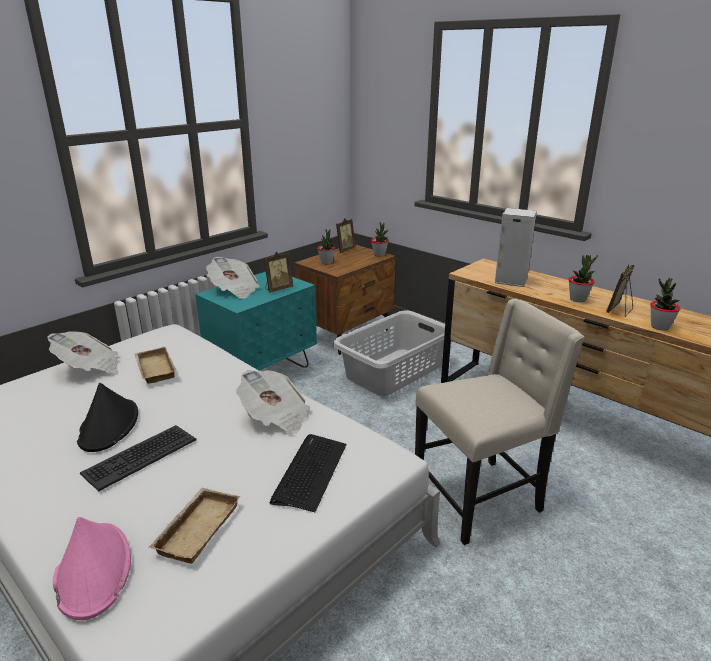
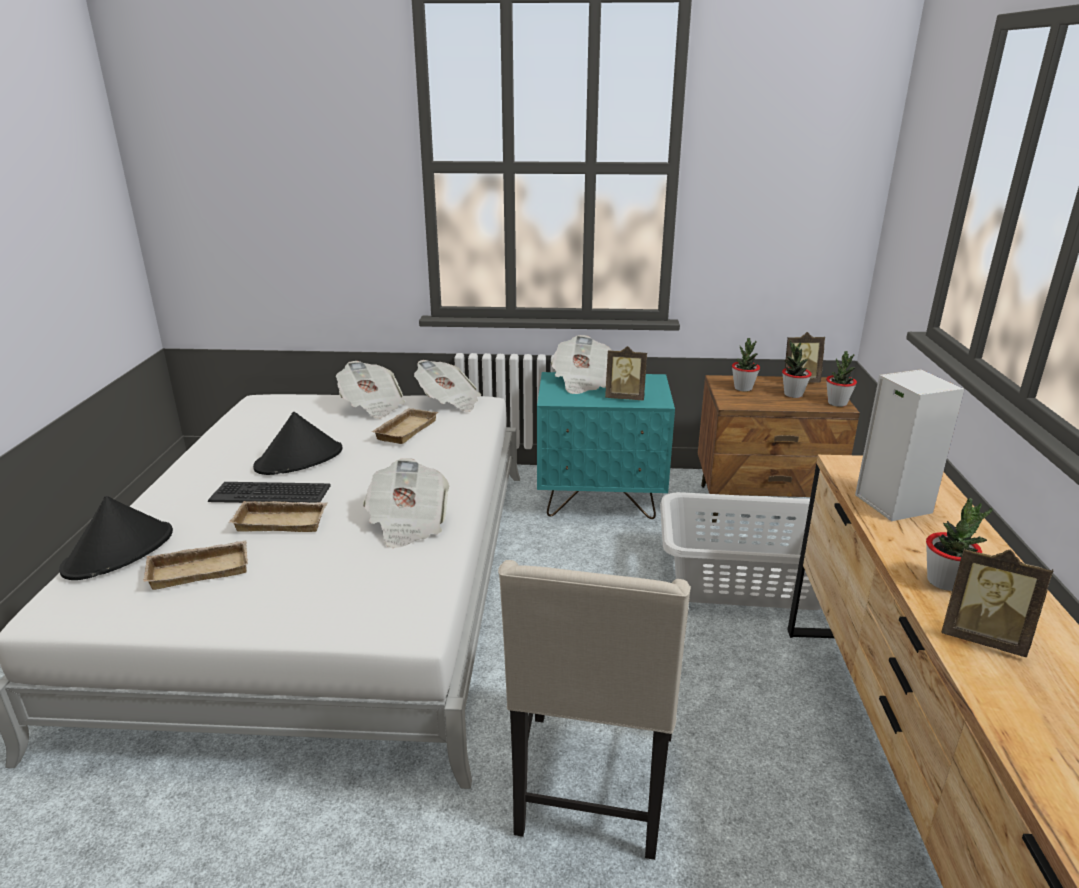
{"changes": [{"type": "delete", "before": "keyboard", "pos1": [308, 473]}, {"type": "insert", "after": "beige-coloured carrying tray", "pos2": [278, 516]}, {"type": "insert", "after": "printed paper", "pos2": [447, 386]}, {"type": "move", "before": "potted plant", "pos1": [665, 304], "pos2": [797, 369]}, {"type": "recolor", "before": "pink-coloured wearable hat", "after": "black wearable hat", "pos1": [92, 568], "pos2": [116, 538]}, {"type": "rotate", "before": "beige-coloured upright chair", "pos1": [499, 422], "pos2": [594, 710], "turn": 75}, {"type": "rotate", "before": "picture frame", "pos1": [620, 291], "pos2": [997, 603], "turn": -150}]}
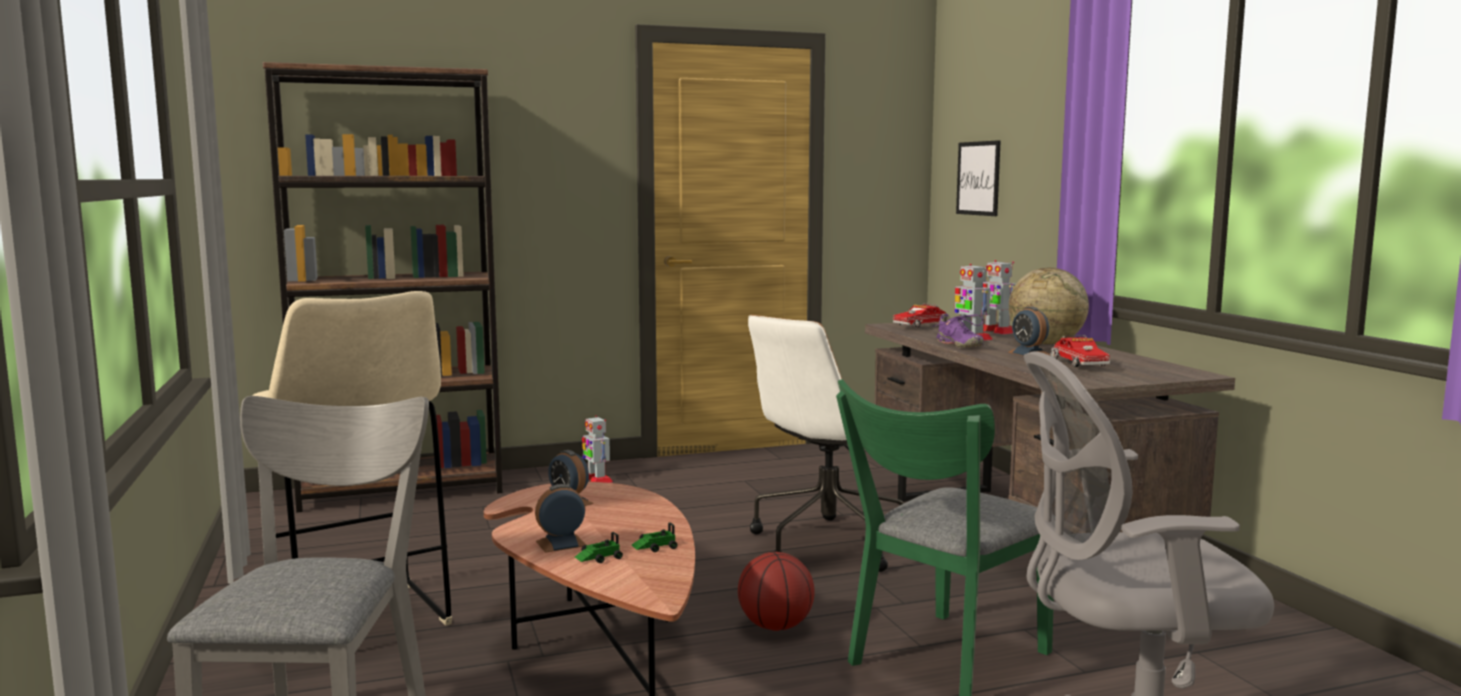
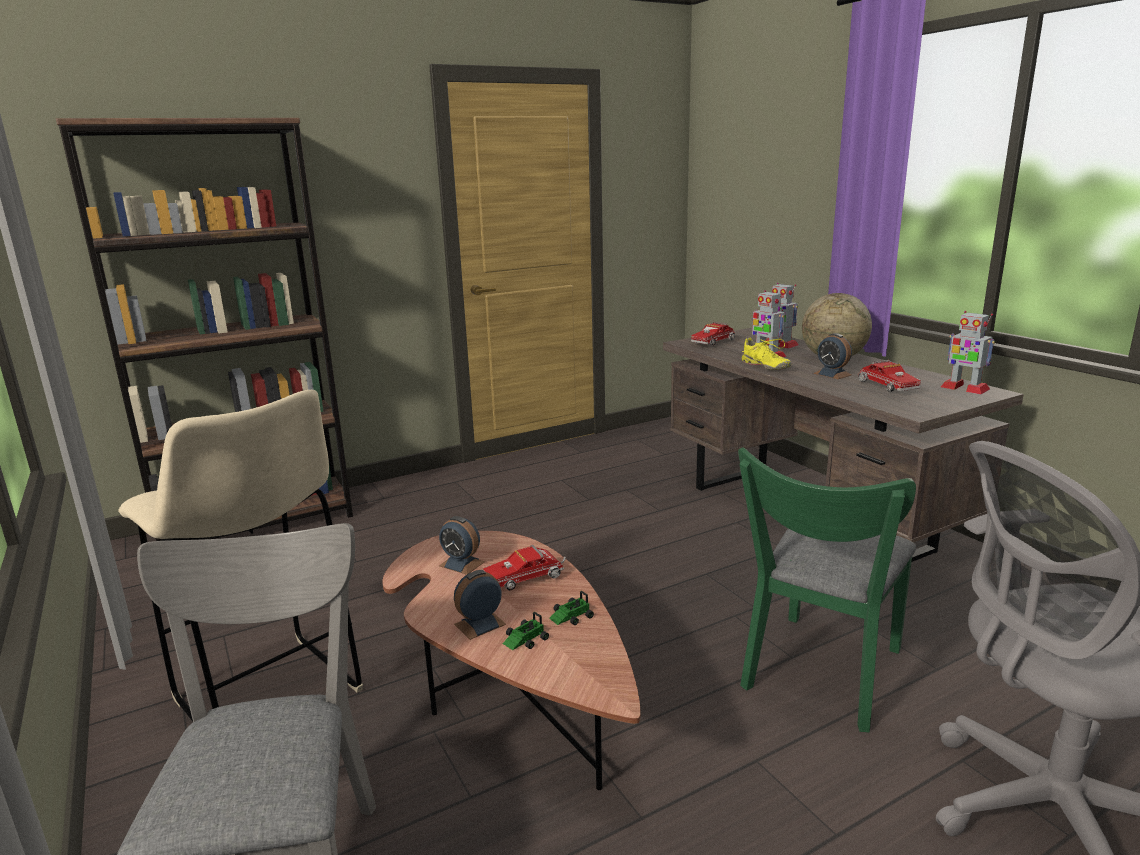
{"changes": [{"type": "delete", "before": "basketball", "pos1": [776, 591]}, {"type": "delete", "before": "white office chair", "pos1": [826, 443]}, {"type": "delete", "before": "wall picture", "pos1": [978, 178]}, {"type": "insert", "after": "toy lorry", "pos2": [524, 568]}, {"type": "move", "before": "model robot", "pos1": [597, 449], "pos2": [968, 352]}, {"type": "recolor", "before": "purple-coloured item of footwear", "after": "yellow-coloured item of footwear", "pos1": [958, 330], "pos2": [766, 354]}]}
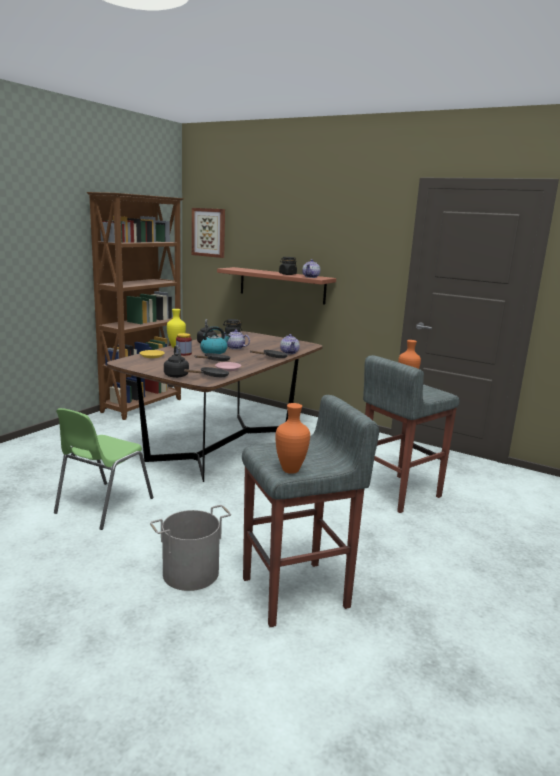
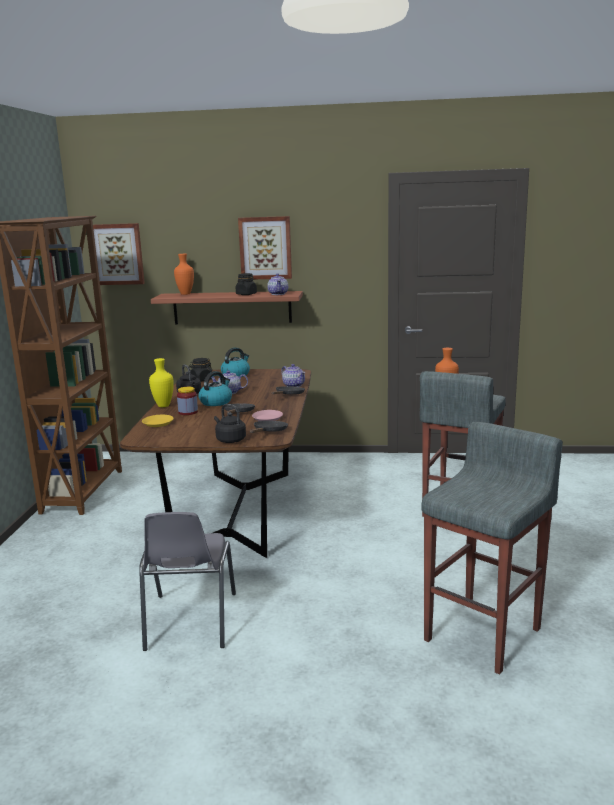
{"changes": [{"type": "delete", "before": "grey water bucket", "pos1": [190, 548]}, {"type": "insert", "after": "tea kettle", "pos2": [235, 362]}, {"type": "insert", "after": "wall picture", "pos2": [265, 247]}, {"type": "move", "before": "orangey decorative vase", "pos1": [293, 438], "pos2": [184, 274]}, {"type": "recolor", "before": "greenish upright chair", "after": "grey upright chair", "pos1": [103, 469], "pos2": [187, 581]}]}
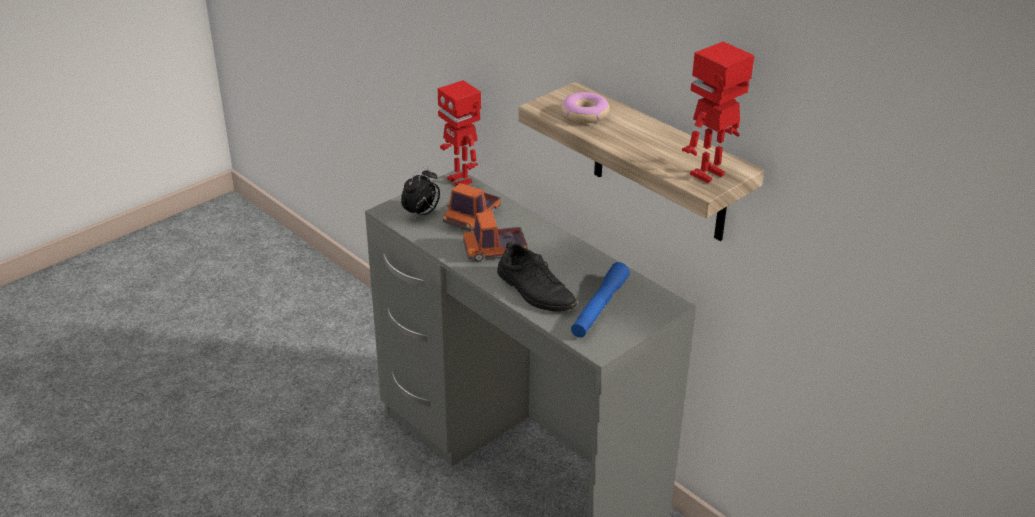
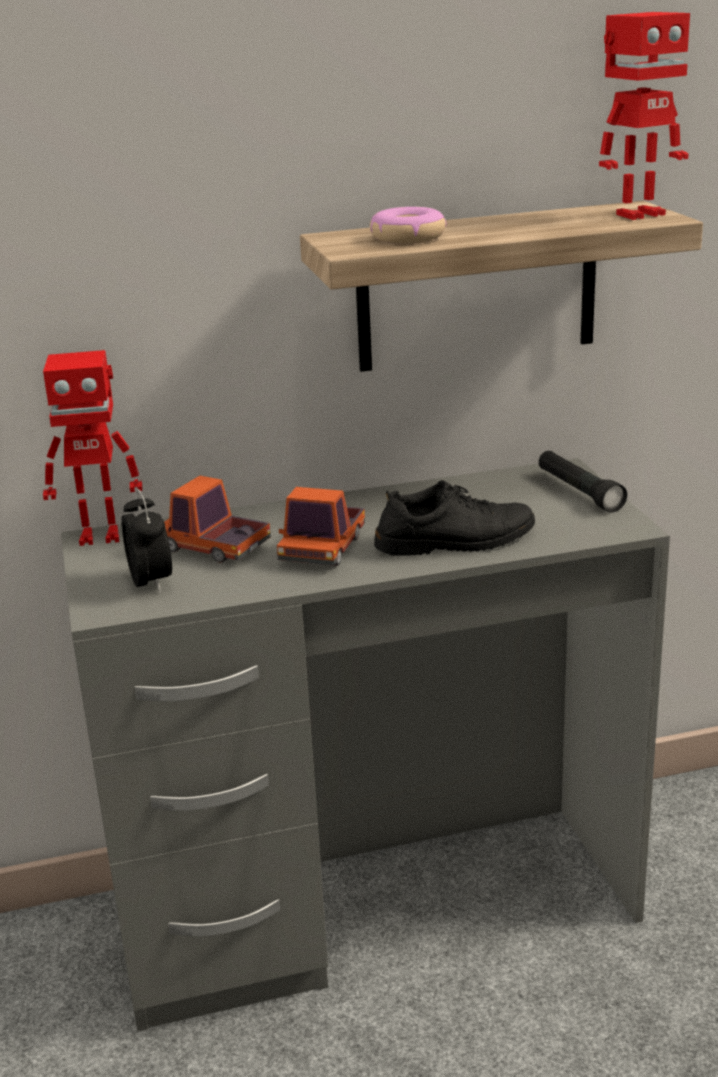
{"changes": [{"type": "delete", "before": "bluish flashlight", "pos1": [600, 300]}, {"type": "insert", "after": "black flashlight", "pos2": [583, 482]}, {"type": "rotate", "before": "toy lorry", "pos1": [472, 207], "pos2": [217, 519], "turn": 150}, {"type": "rotate", "before": "model robot", "pos1": [718, 112], "pos2": [644, 116], "turn": -105}]}
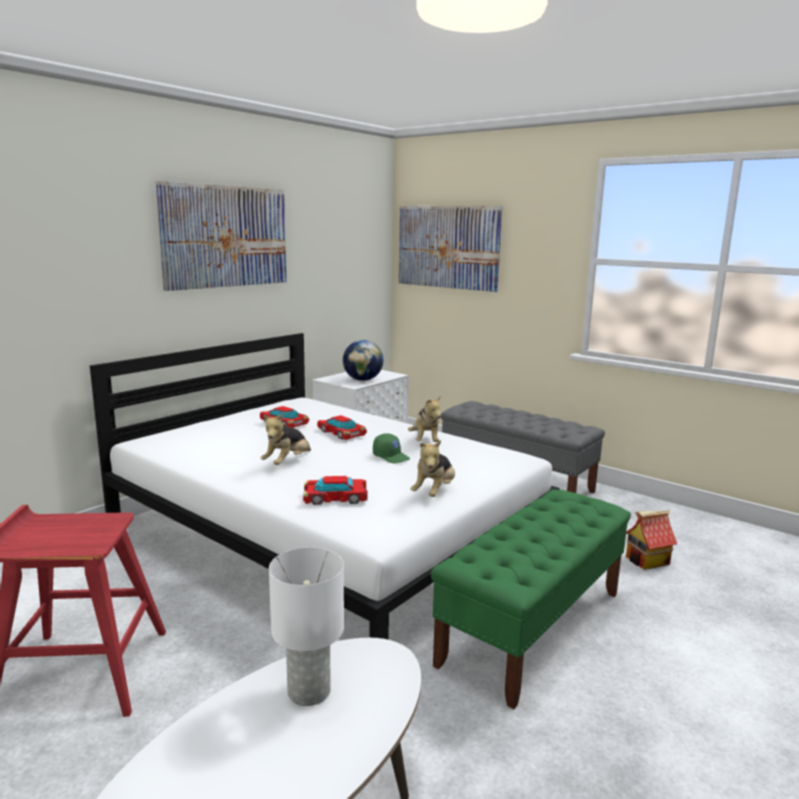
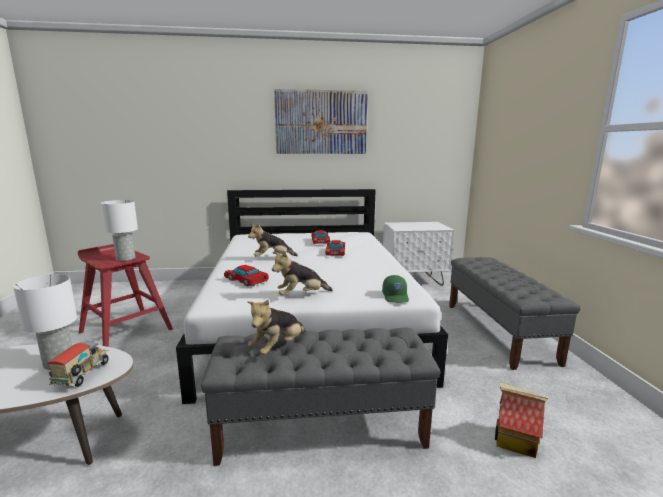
{"changes": [{"type": "delete", "before": "world globe", "pos1": [363, 360]}, {"type": "delete", "before": "wall picture", "pos1": [450, 249]}, {"type": "insert", "after": "toy lorry", "pos2": [78, 364]}, {"type": "insert", "after": "white lamp for a table", "pos2": [119, 230]}, {"type": "move", "before": "greenish baseball cap", "pos1": [391, 448], "pos2": [395, 289]}, {"type": "move", "before": "plush toy", "pos1": [424, 418], "pos2": [277, 327]}, {"type": "recolor", "before": "greenish long seat", "after": "grey long seat", "pos1": [531, 599], "pos2": [321, 397]}]}
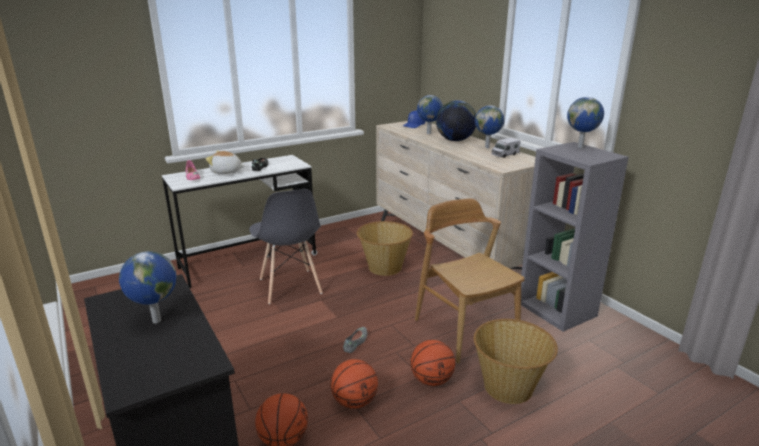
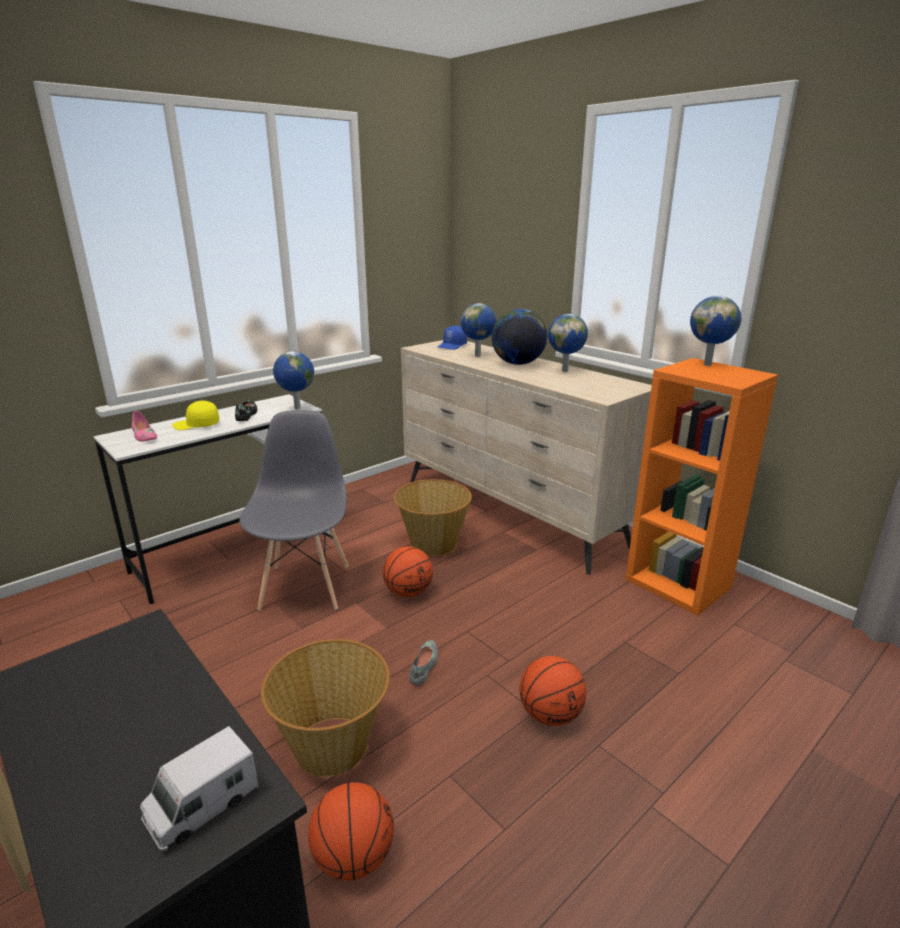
{"changes": [{"type": "delete", "before": "brown-coloured upright chair", "pos1": [469, 281]}, {"type": "move", "before": "world globe", "pos1": [148, 287], "pos2": [293, 380]}, {"type": "move", "before": "basketball", "pos1": [354, 384], "pos2": [408, 571]}, {"type": "move", "before": "basket", "pos1": [516, 361], "pos2": [325, 708]}, {"type": "move", "before": "toy lorry", "pos1": [505, 148], "pos2": [199, 788]}, {"type": "replace", "before": "plush toy", "after": "yellow-coloured baseball cap", "pos1": [225, 162], "pos2": [195, 415]}, {"type": "recolor", "before": "grey bookshelf", "after": "orangey bookshelf", "pos1": [575, 237], "pos2": [702, 486]}, {"type": "rotate", "before": "grey upright chair", "pos1": [286, 246], "pos2": [294, 510], "turn": -150}]}
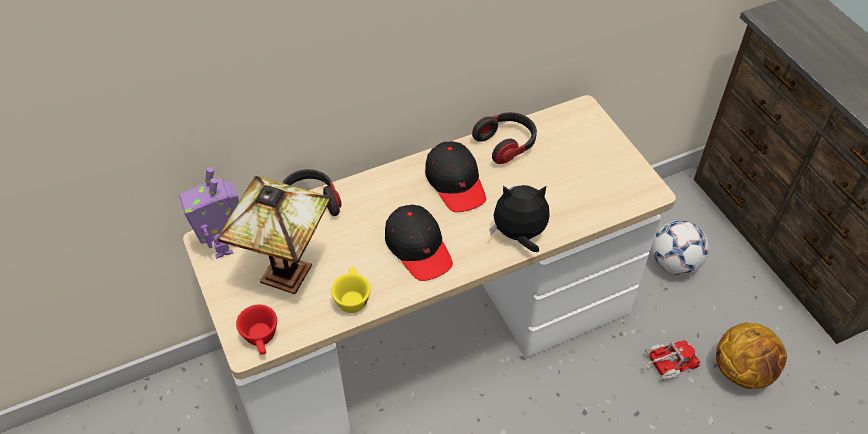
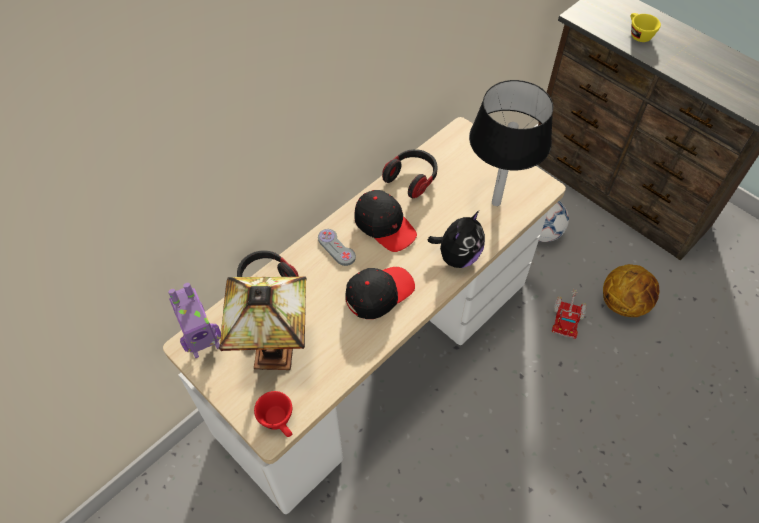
{"changes": [{"type": "insert", "after": "grey game controller", "pos2": [337, 247]}, {"type": "insert", "after": "black lamp for a table", "pos2": [511, 143]}, {"type": "move", "before": "yellow-coloured drinking cup", "pos1": [351, 290], "pos2": [646, 27]}, {"type": "rotate", "before": "model robot", "pos1": [209, 213], "pos2": [194, 320], "turn": -75}, {"type": "rotate", "before": "black baseball cap", "pos1": [419, 243], "pos2": [380, 293], "turn": -75}, {"type": "rotate", "before": "plush toy", "pos1": [520, 218], "pos2": [456, 239], "turn": 150}, {"type": "rotate", "before": "toy lorry", "pos1": [672, 360], "pos2": [569, 313], "turn": 150}]}
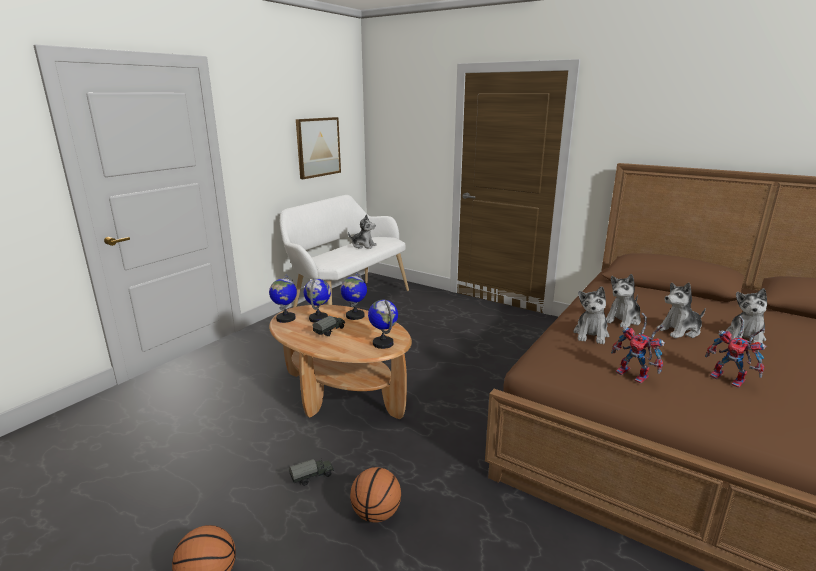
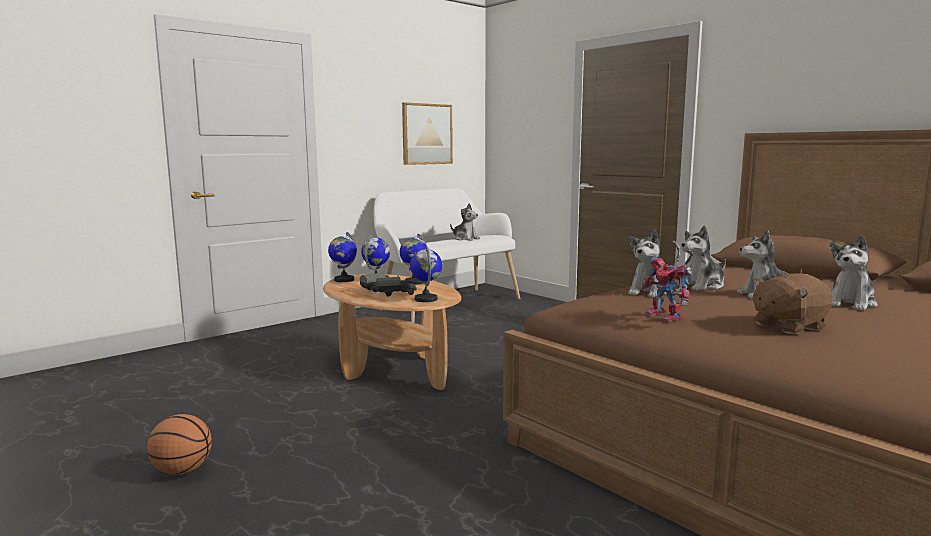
{"changes": [{"type": "delete", "before": "basketball", "pos1": [375, 495]}, {"type": "move", "before": "toy lorry", "pos1": [311, 472], "pos2": [397, 287]}, {"type": "replace", "before": "model robot", "after": "brown-coloured plush toy", "pos1": [736, 352], "pos2": [793, 304]}]}
